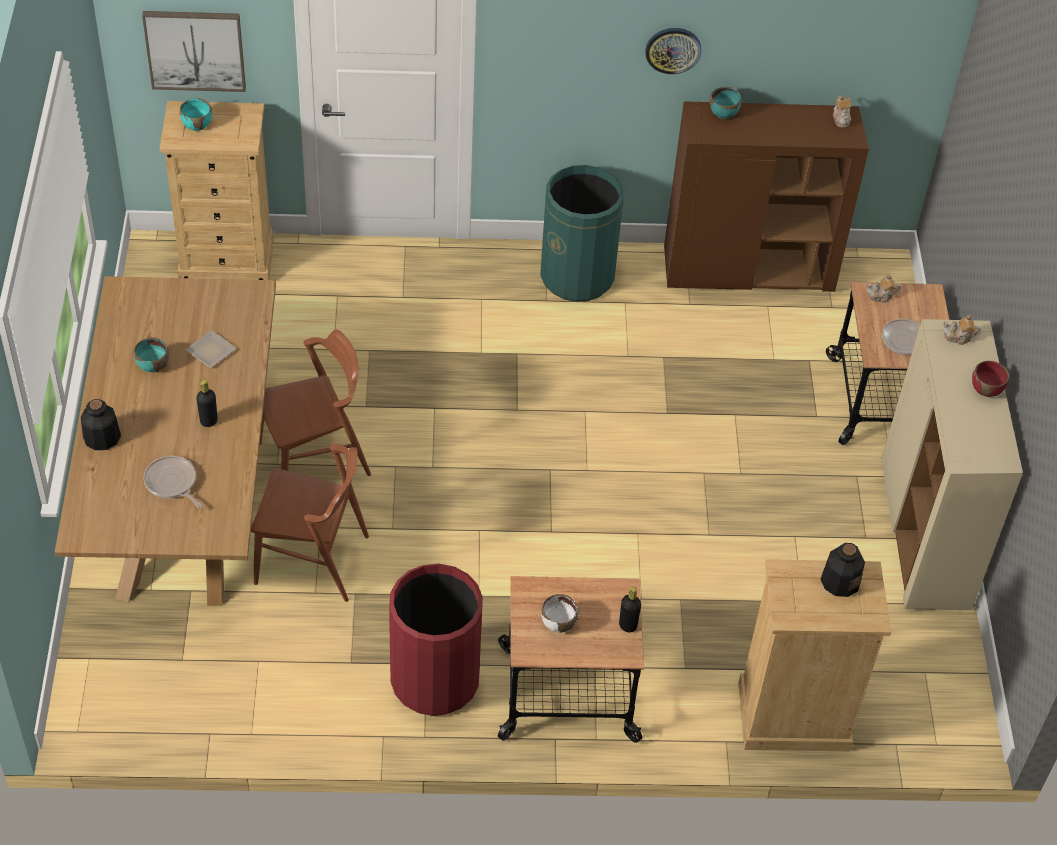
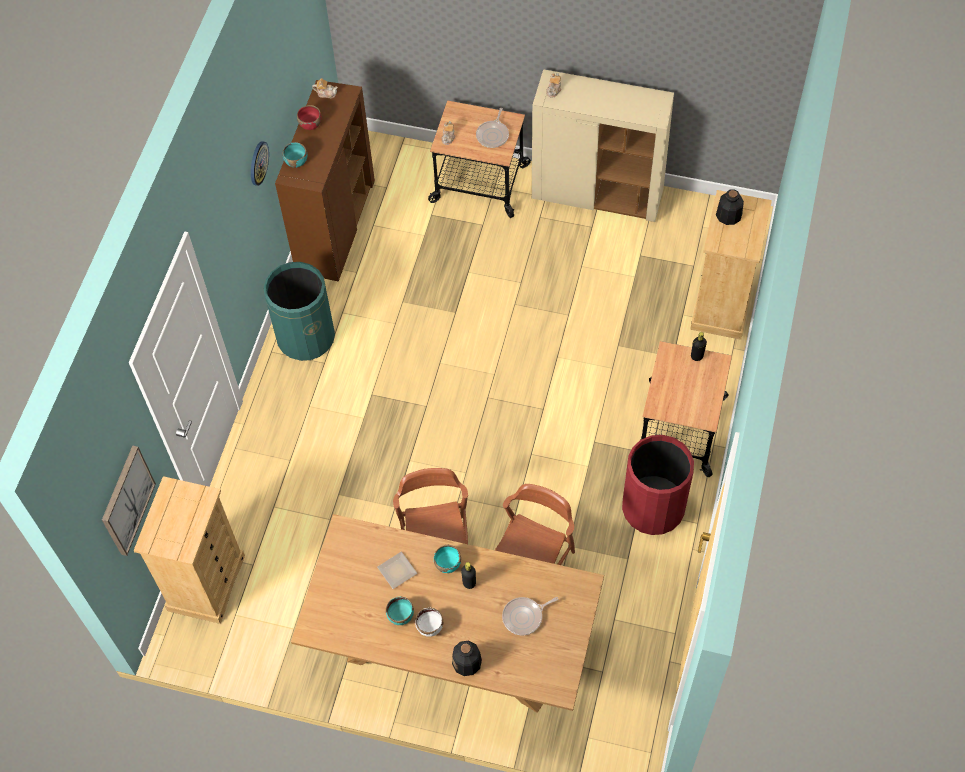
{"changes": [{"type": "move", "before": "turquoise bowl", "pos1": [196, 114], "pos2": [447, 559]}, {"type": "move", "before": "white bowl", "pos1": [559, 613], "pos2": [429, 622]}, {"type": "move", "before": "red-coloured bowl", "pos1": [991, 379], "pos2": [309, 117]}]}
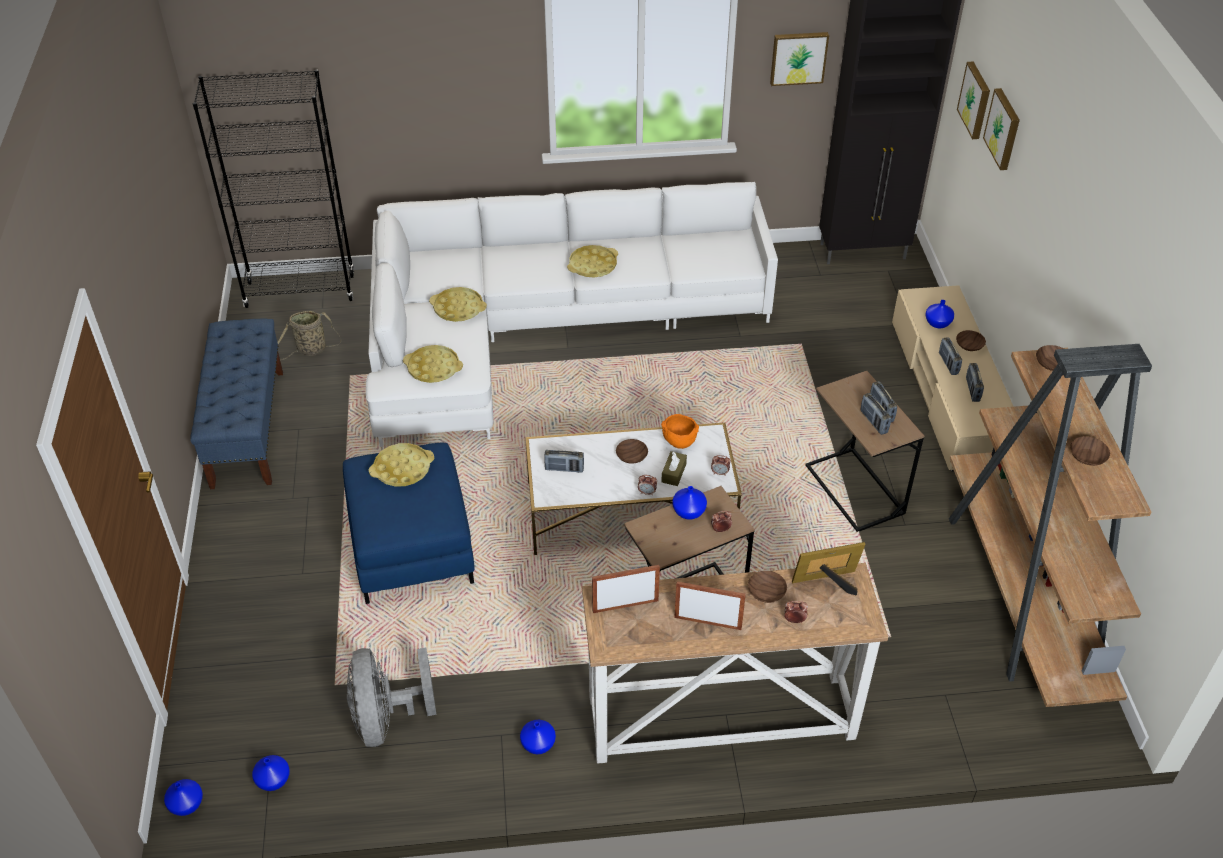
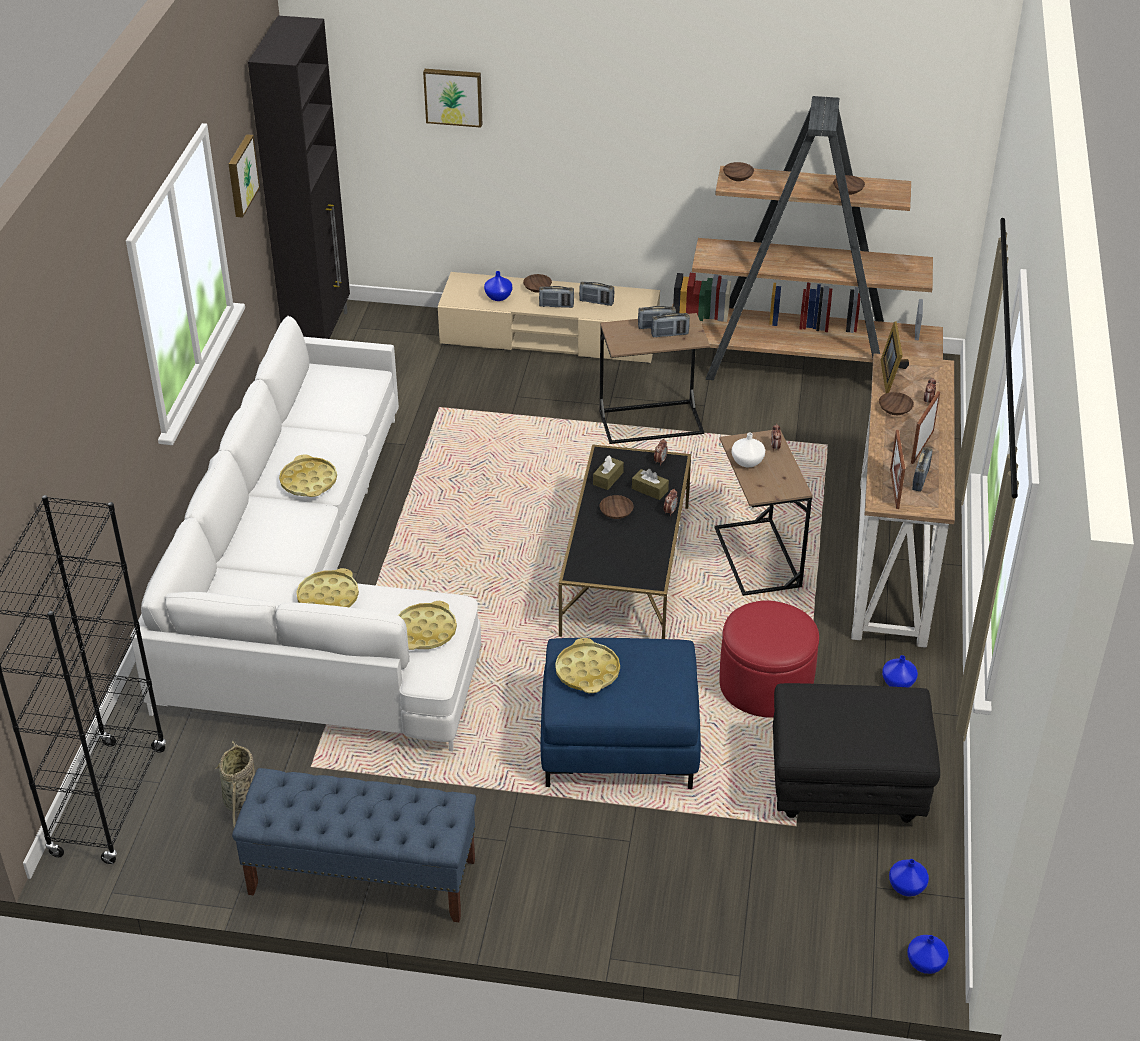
{"changes": [{"type": "delete", "before": "wall picture", "pos1": [973, 100]}, {"type": "insert", "after": "red-coloured ottoman", "pos2": [769, 658]}, {"type": "move", "before": "radio set", "pos1": [564, 461], "pos2": [922, 469]}, {"type": "replace", "before": "grey cooling fan", "after": "black ottoman", "pos1": [392, 697], "pos2": [856, 753]}, {"type": "replace", "before": "orangey bowl", "after": "brown-coloured box of tissues", "pos1": [680, 431], "pos2": [608, 473]}, {"type": "recolor", "before": "white coffee table", "after": "black coffee table", "pos1": [633, 488], "pos2": [625, 541]}, {"type": "recolor", "before": "bluish decorative vase", "after": "white decorative vase", "pos1": [689, 503], "pos2": [748, 450]}]}
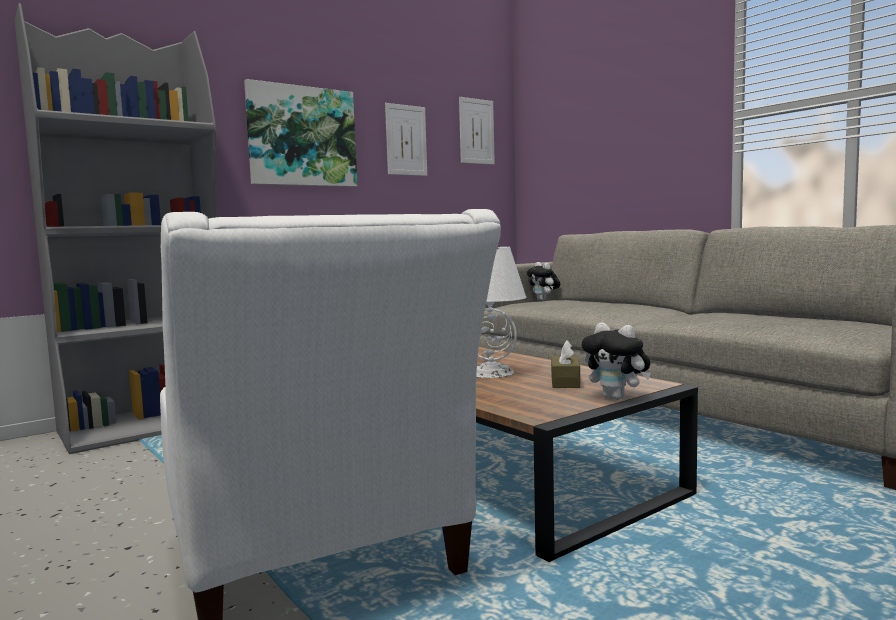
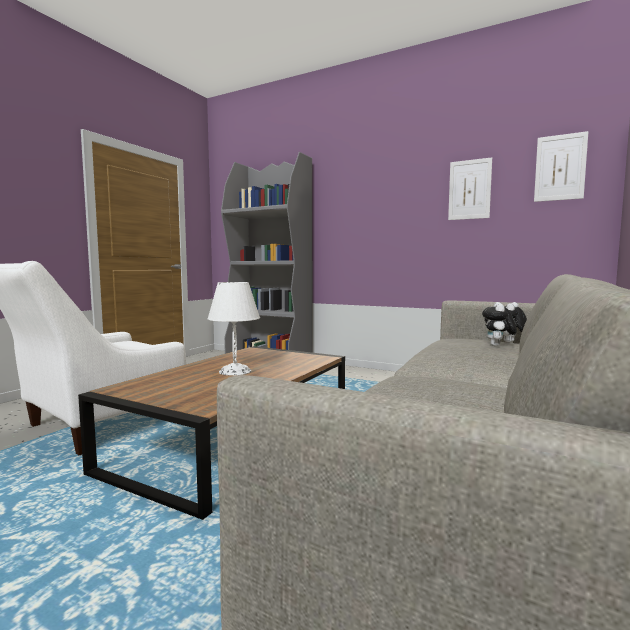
{"changes": [{"type": "delete", "before": "wall picture", "pos1": [300, 133]}, {"type": "delete", "before": "brown-coloured box of tissues", "pos1": [565, 364]}, {"type": "move", "before": "plush toy", "pos1": [616, 361], "pos2": [499, 324]}]}
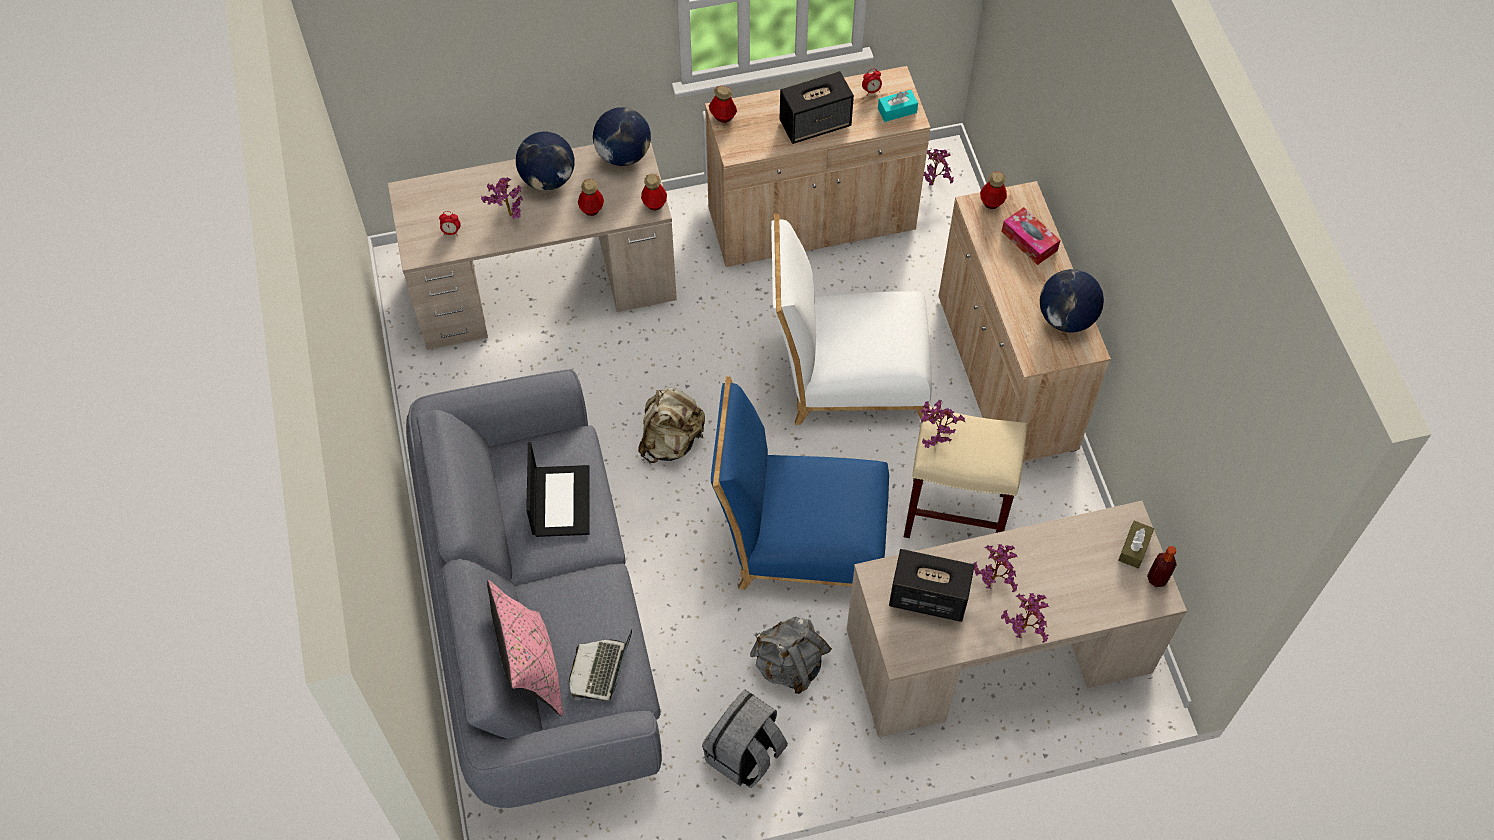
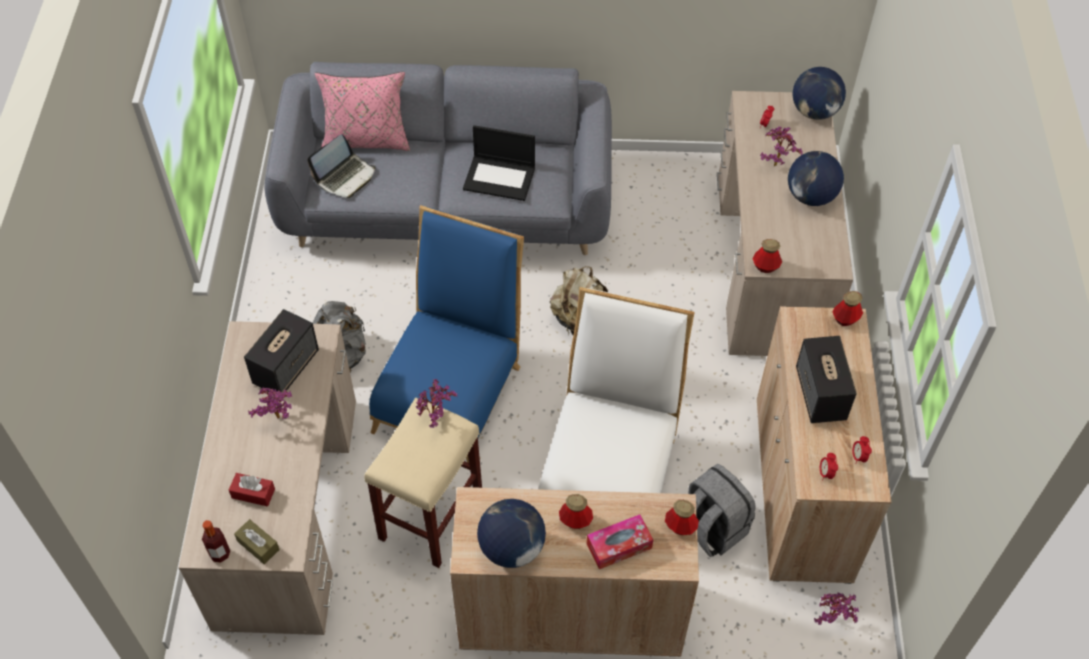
{"changes": [{"type": "delete", "before": "potted plant", "pos1": [1025, 618]}, {"type": "insert", "after": "red-coloured box of tissues", "pos2": [252, 490]}, {"type": "move", "before": "drink bottle", "pos1": [591, 197], "pos2": [576, 511]}, {"type": "move", "before": "world globe", "pos1": [622, 136], "pos2": [819, 93]}, {"type": "move", "before": "grey backpack", "pos1": [745, 738], "pos2": [722, 510]}, {"type": "replace", "before": "turquoise box of tissues", "after": "table clock", "pos1": [898, 106], "pos2": [828, 467]}, {"type": "rotate", "before": "laptop", "pos1": [600, 665], "pos2": [341, 166], "turn": 105}]}
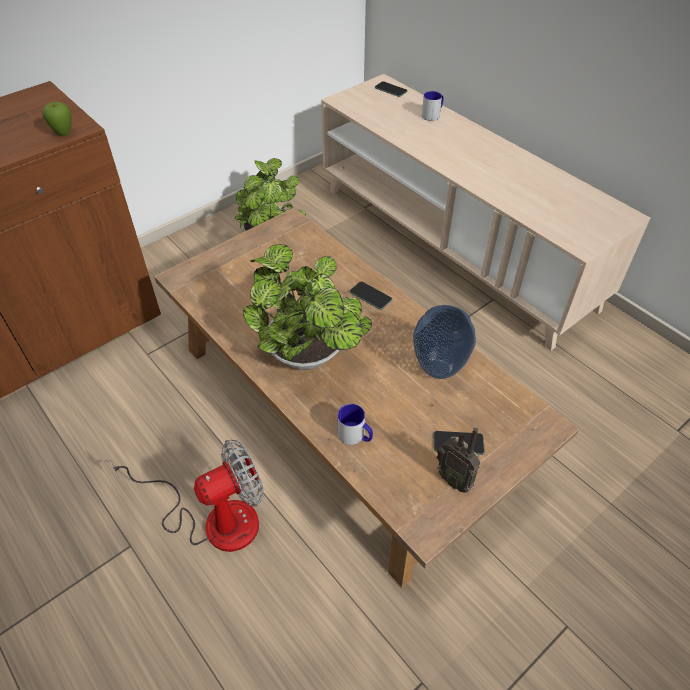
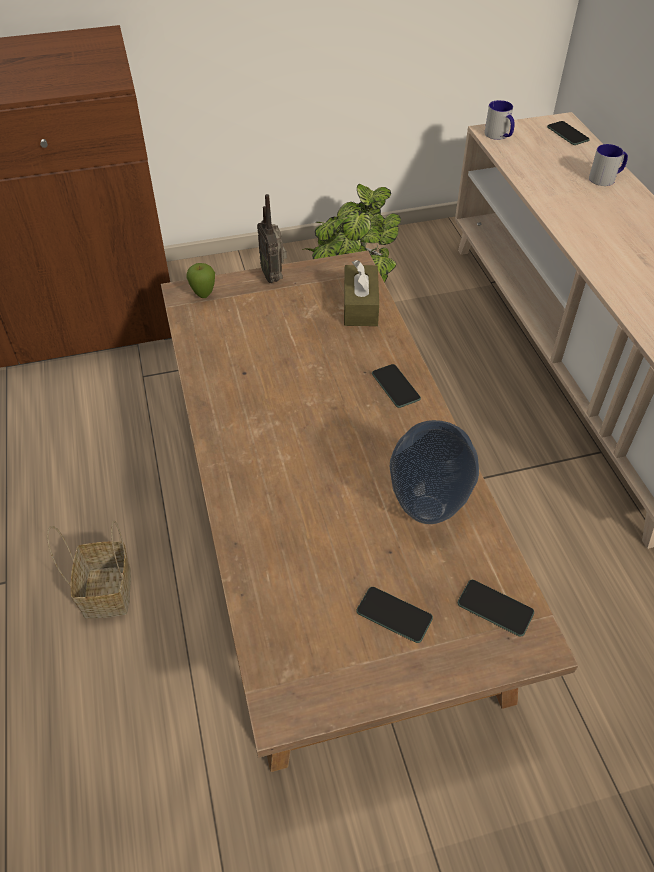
{"changes": [{"type": "delete", "before": "potted plant", "pos1": [307, 307]}, {"type": "insert", "after": "brown-coloured box of tissues", "pos2": [361, 293]}, {"type": "insert", "after": "telephone", "pos2": [496, 608]}, {"type": "move", "before": "whole apple", "pos1": [57, 119], "pos2": [200, 280]}, {"type": "move", "before": "mug", "pos1": [355, 424], "pos2": [500, 120]}, {"type": "move", "before": "radio set", "pos1": [458, 460], "pos2": [272, 238]}, {"type": "replace", "before": "cooling fan", "after": "basket", "pos1": [186, 495], "pos2": [89, 569]}]}
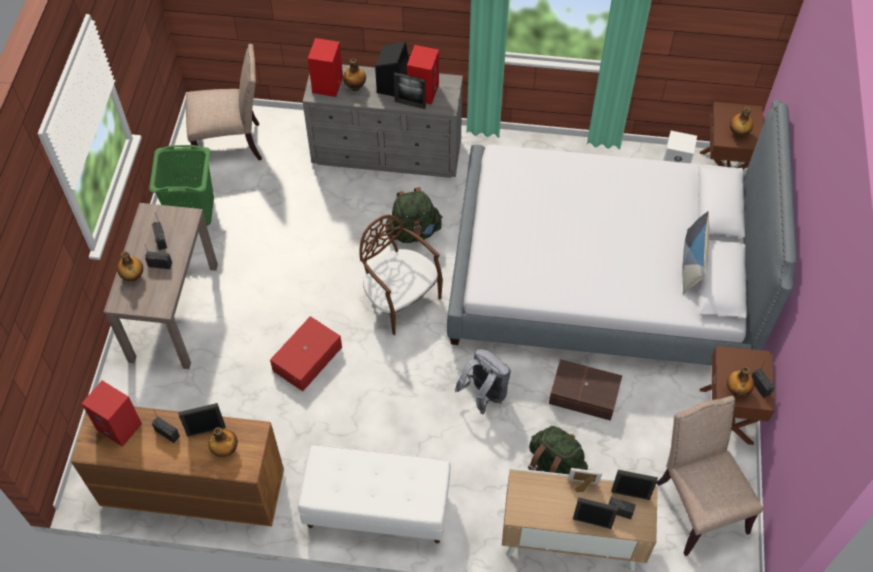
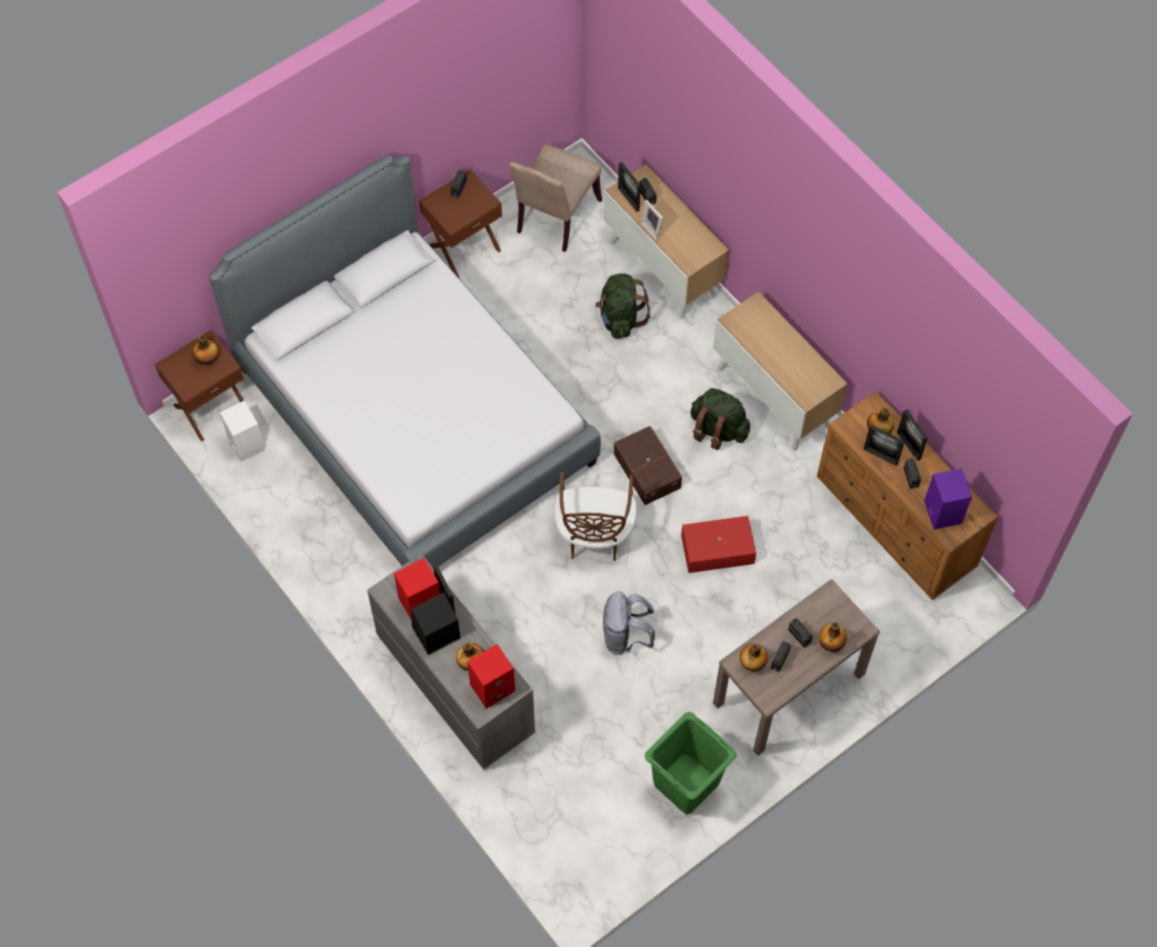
{"changes": [{"type": "delete", "before": "beige-coloured upright chair", "pos1": [224, 102]}, {"type": "delete", "before": "throw pillow", "pos1": [695, 252]}, {"type": "move", "before": "greenish backpack", "pos1": [414, 215], "pos2": [720, 419]}, {"type": "move", "before": "grey backpack", "pos1": [483, 381], "pos2": [629, 623]}, {"type": "move", "before": "brown-coloured storage bin", "pos1": [585, 390], "pos2": [648, 465]}, {"type": "move", "before": "picture frame", "pos1": [595, 513], "pos2": [912, 435]}, {"type": "move", "before": "drink bottle", "pos1": [740, 382], "pos2": [754, 657]}, {"type": "replace", "before": "white long seat", "after": "cupboard", "pos1": [374, 494], "pos2": [780, 371]}, {"type": "recolor", "before": "red-coloured audio speaker", "after": "purple-coloured audio speaker", "pos1": [111, 413], "pos2": [948, 498]}]}
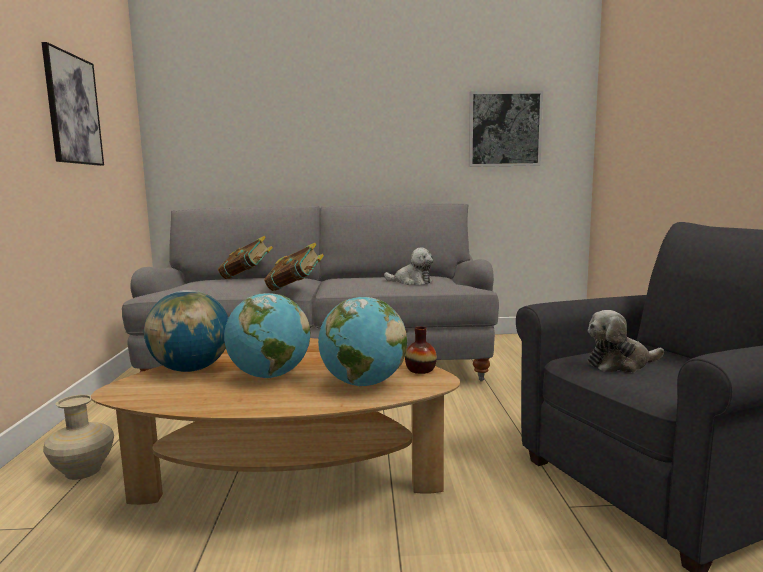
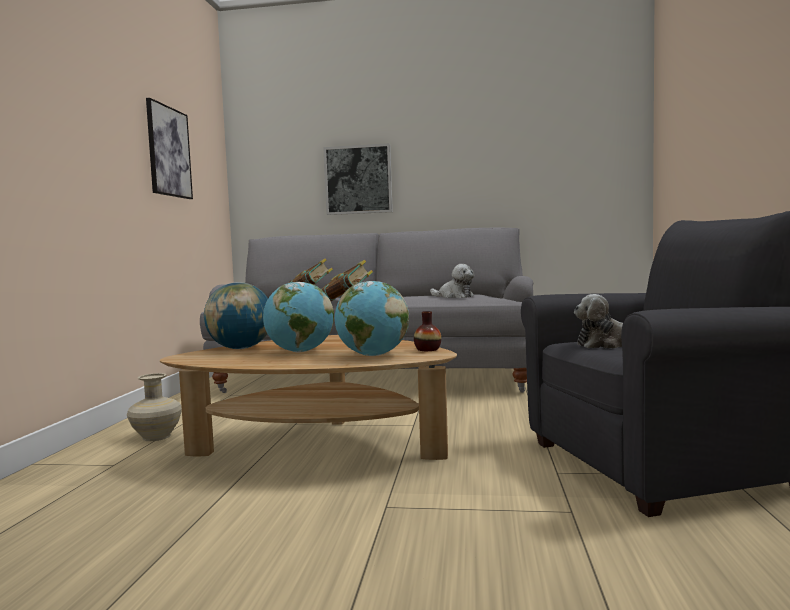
{"changes": [{"type": "move", "before": "wall picture", "pos1": [506, 129], "pos2": [358, 179]}]}
